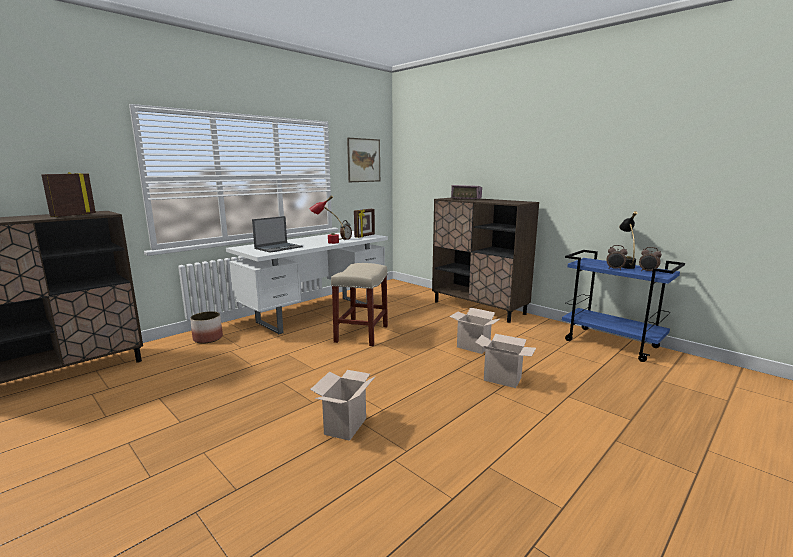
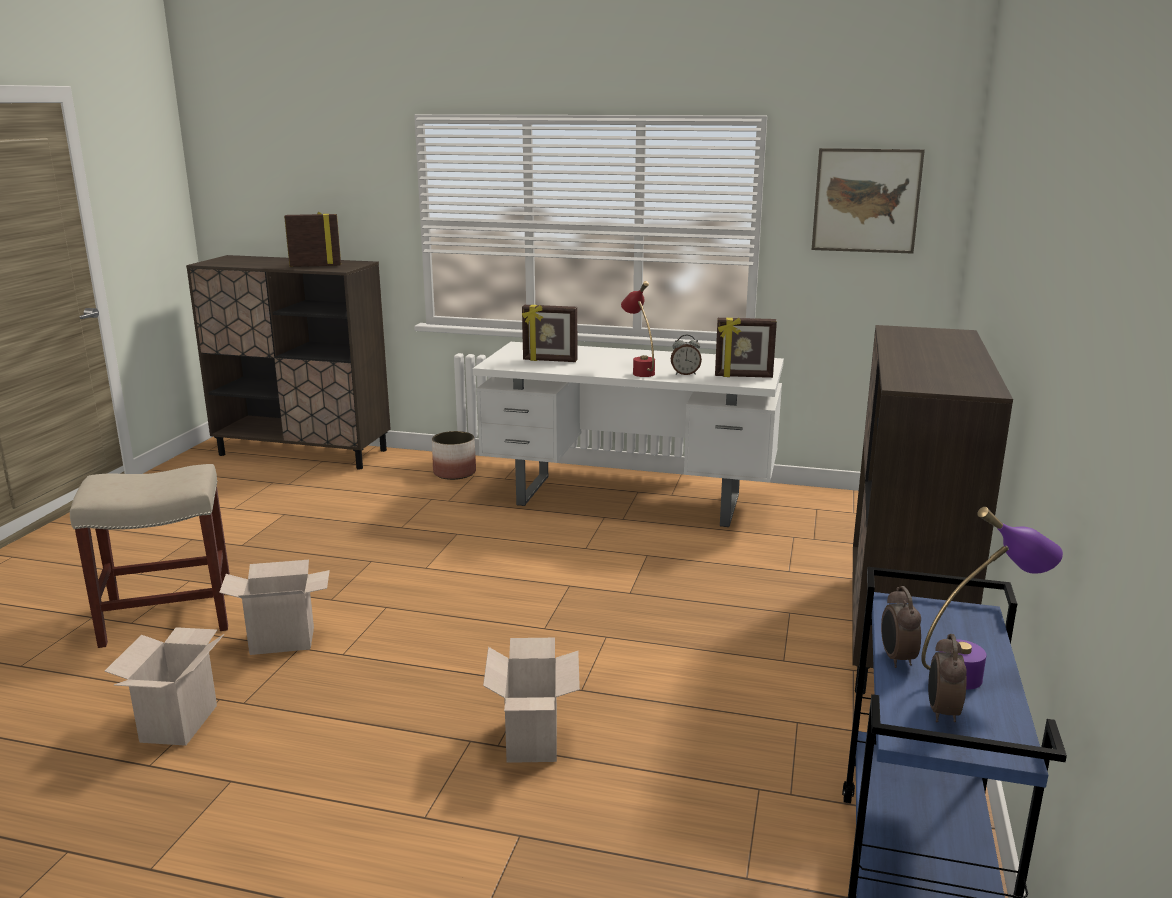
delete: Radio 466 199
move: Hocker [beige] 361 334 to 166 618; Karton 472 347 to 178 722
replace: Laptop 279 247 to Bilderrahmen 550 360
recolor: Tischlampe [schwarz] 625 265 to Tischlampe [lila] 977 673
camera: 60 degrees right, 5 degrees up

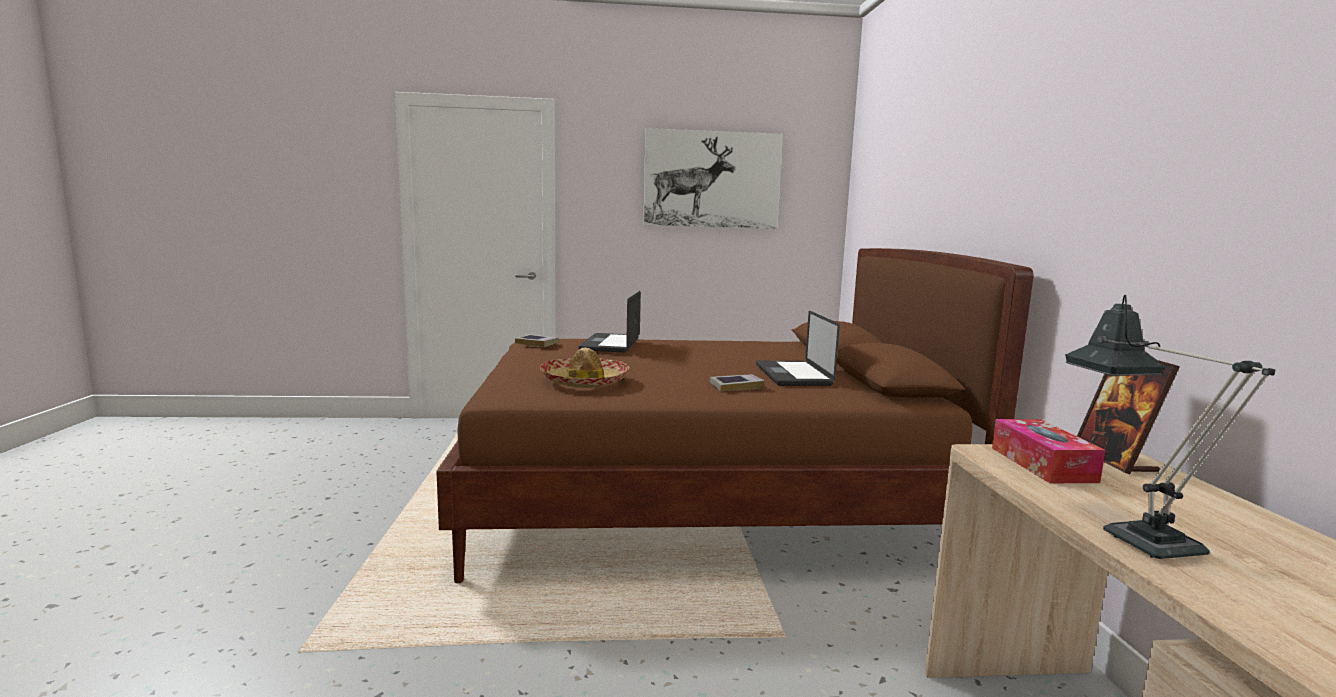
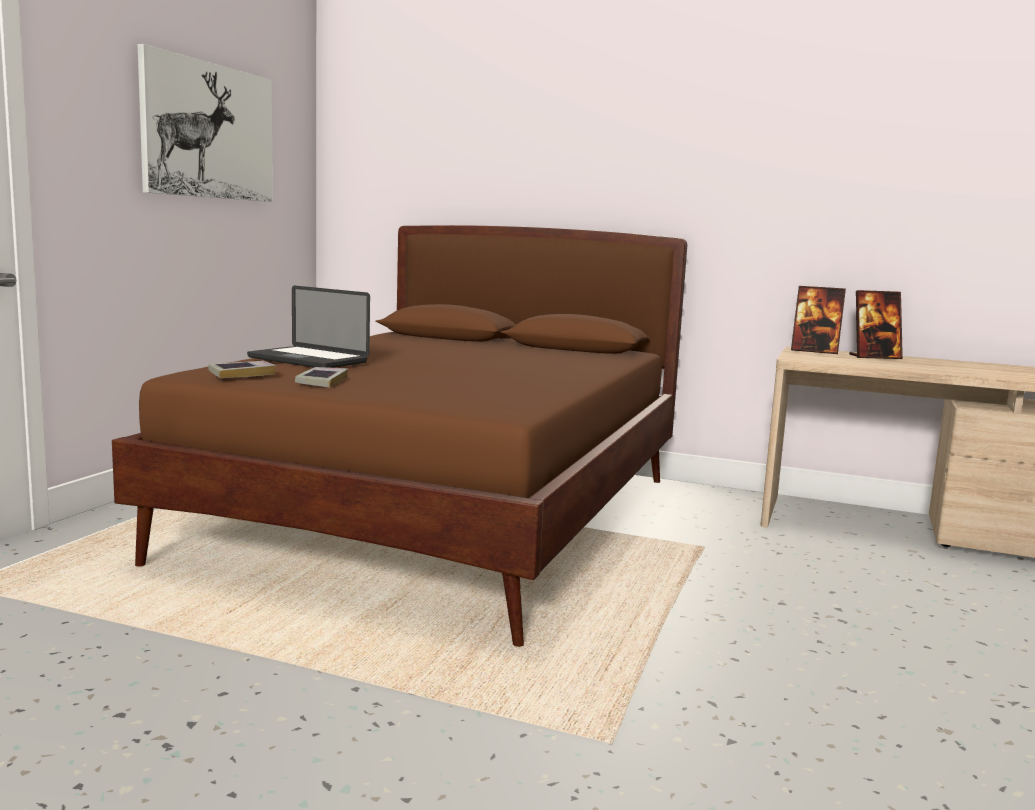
delete: Hut 584 381; Laptop 792 375; Taschentuchbox 1042 464; Tischlampe 1136 535
insert: Bilderrahmen 874 357
move: Buch 736 386 to 322 382
camera: 65 degrees left, 0 degrees up

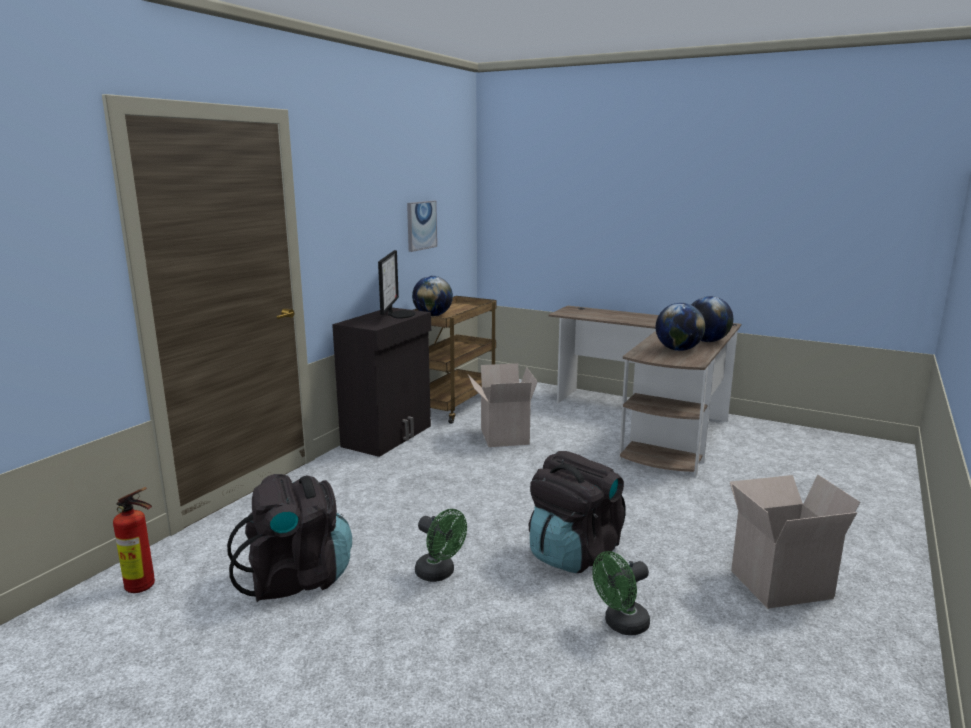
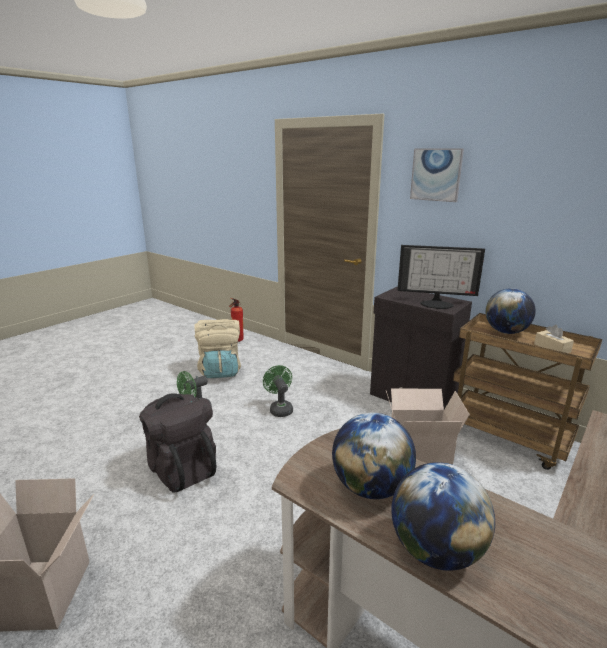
insert: Taschentuchbox [beige] 552 348
move: Ventilator [grün] 621 625 to 280 409; Bild 421 225 to 436 174
recolor: Rucksack [schwarz] 297 578 to Rucksack [beige] 220 371
camera: 100 degrees right, 5 degrees up

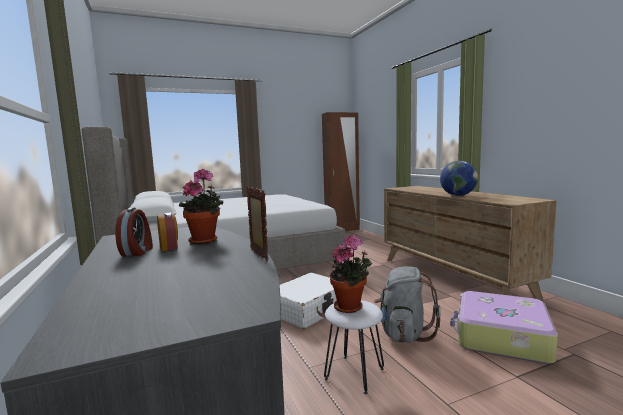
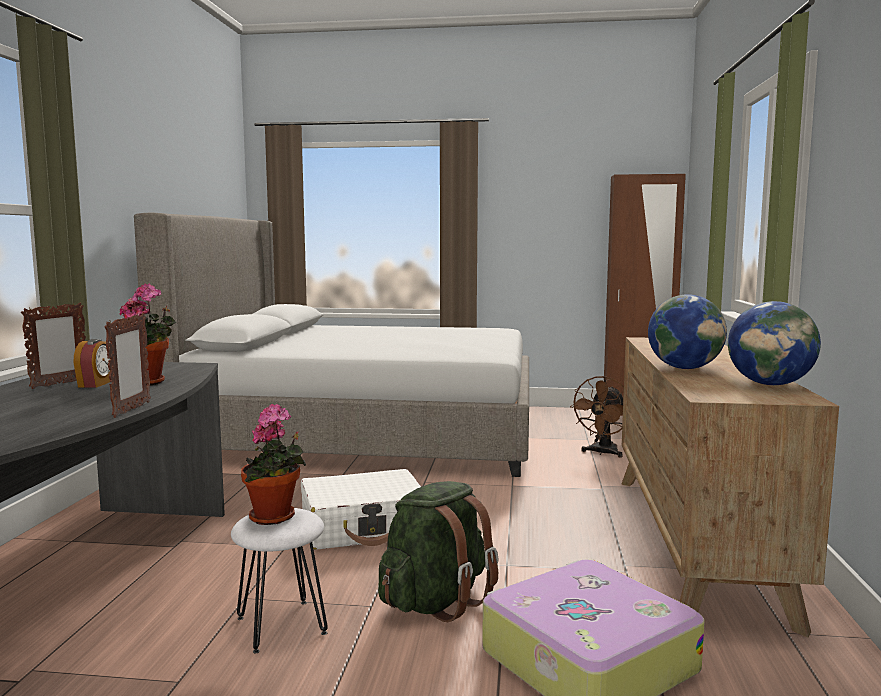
insert: Ventilator [braun] 602 453; Globus 770 384
replace: Wecker 137 252 to Bilderrahmen 59 384
recolor: Rucksack [grau] 404 334 to Rucksack [grün] 436 601
camera: 30 degrees right, 0 degrees up

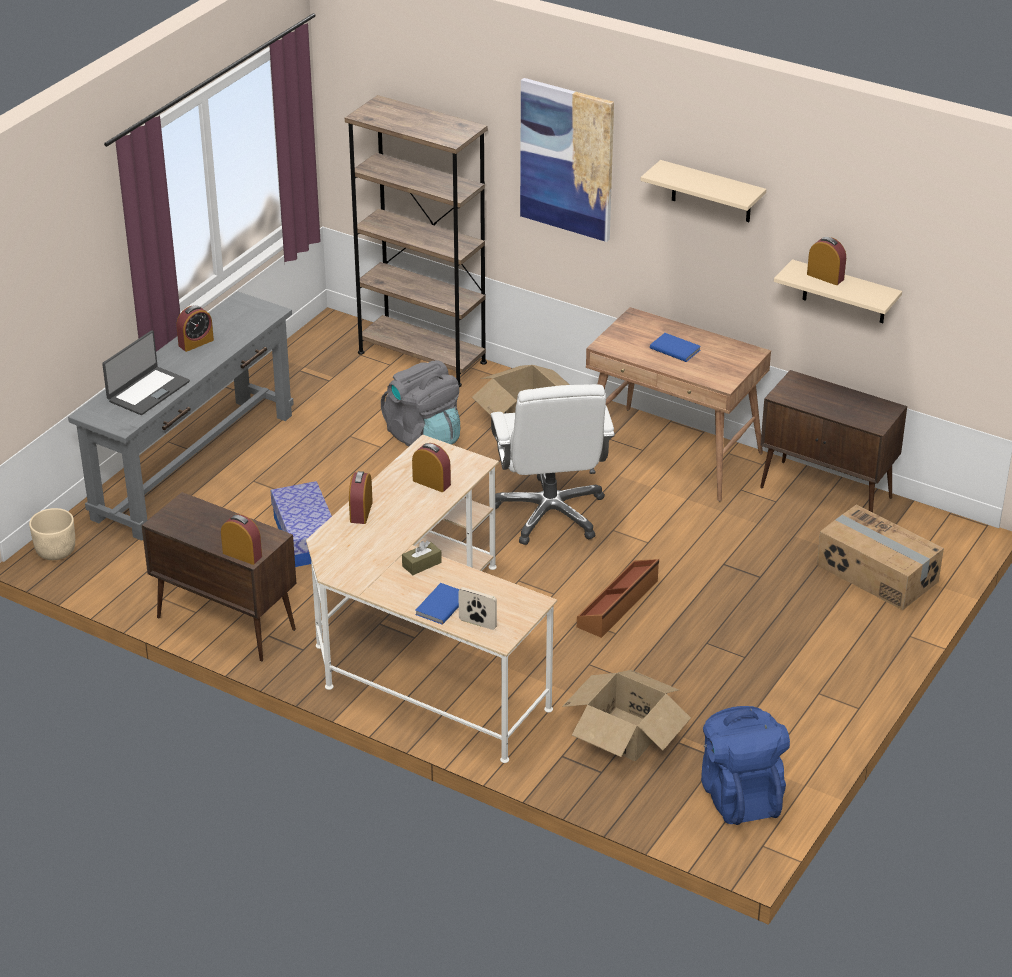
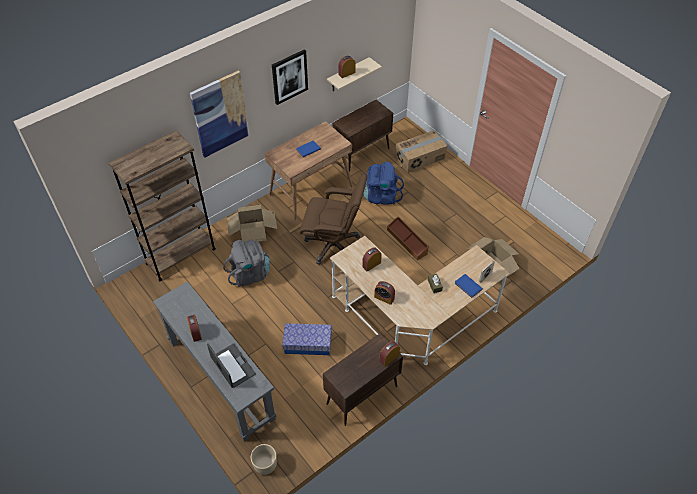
move: Rucksack [blau] 740 795 to 381 196
replace: Wandregal [beige] 711 192 to Bild 289 76
recolor: Bürostuhl [weiß] 550 513 to Bürostuhl [braun] 333 245
camera: 70 degrees left, 15 degrees up

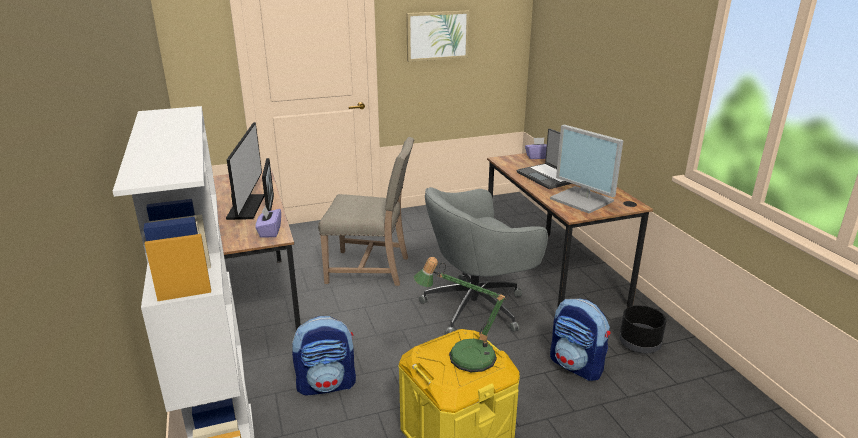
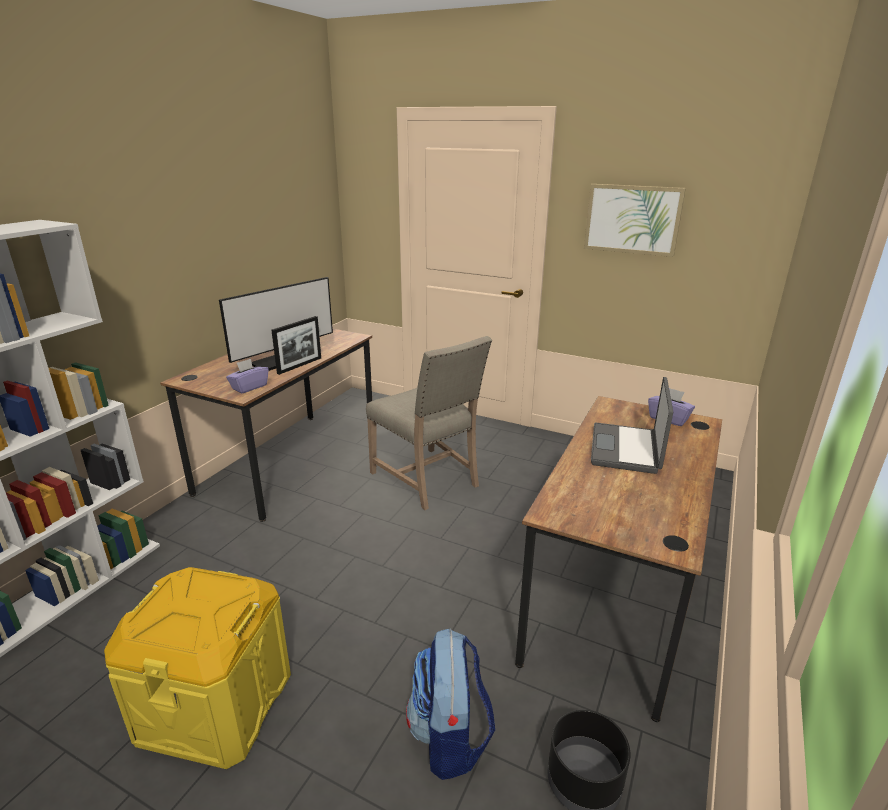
delete: Rucksack 327 384; Tischlampe 464 355; Bürostuhl [grau] 477 307; Monitor 583 200
camera: 45 degrees right, 0 degrees up

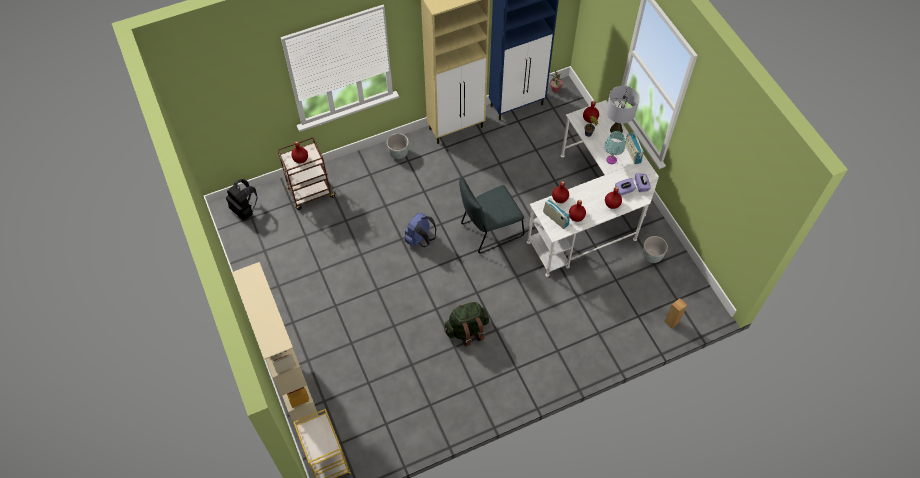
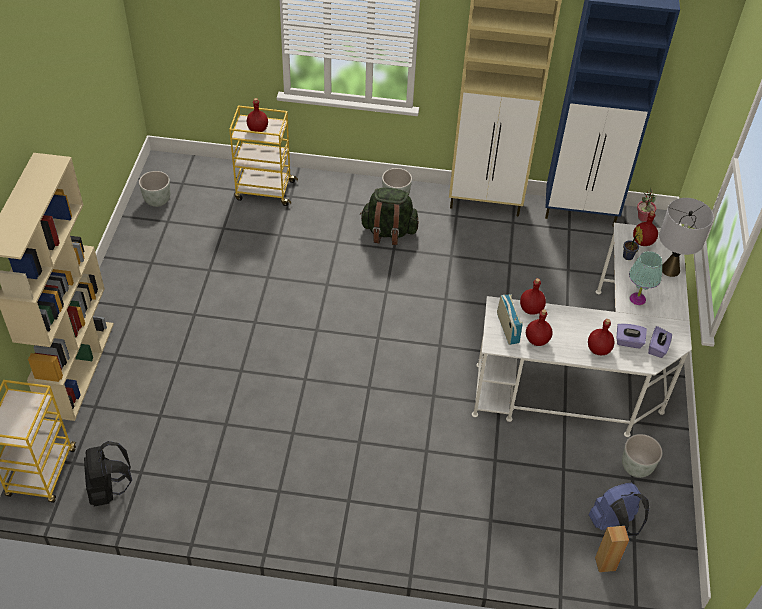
delete: Stuhl [grau] 489 231; Radio 632 153
insert: Pflanzkübel [grau] 158 200
move: Rucksack [schwarz] 245 210 to 108 489; Rucksack [grün] 467 330 to 388 232; Rucksack [blau] 420 240 to 613 525
recolor: Rollwagen [braun] 310 193 to Rollwagen [gelb] 264 190
camera: 30 degrees right, 10 degrees down

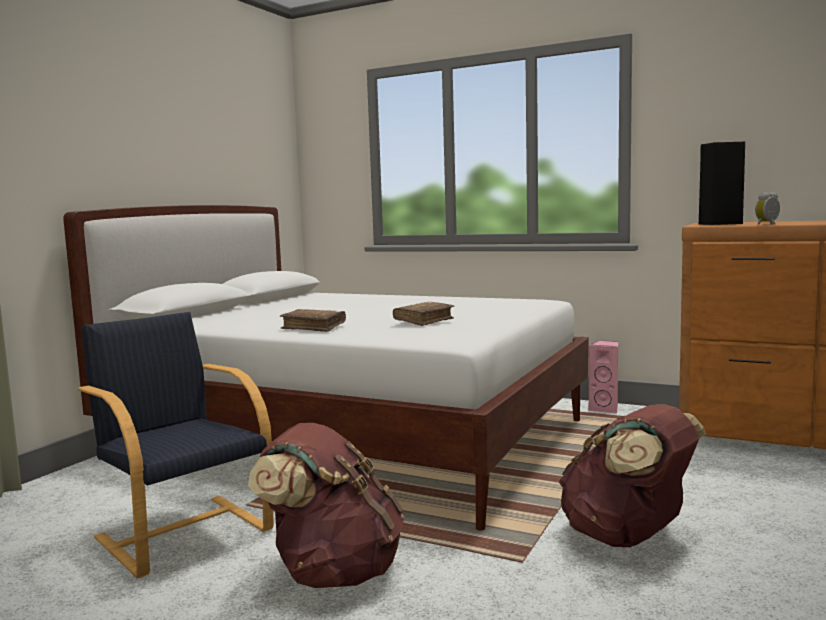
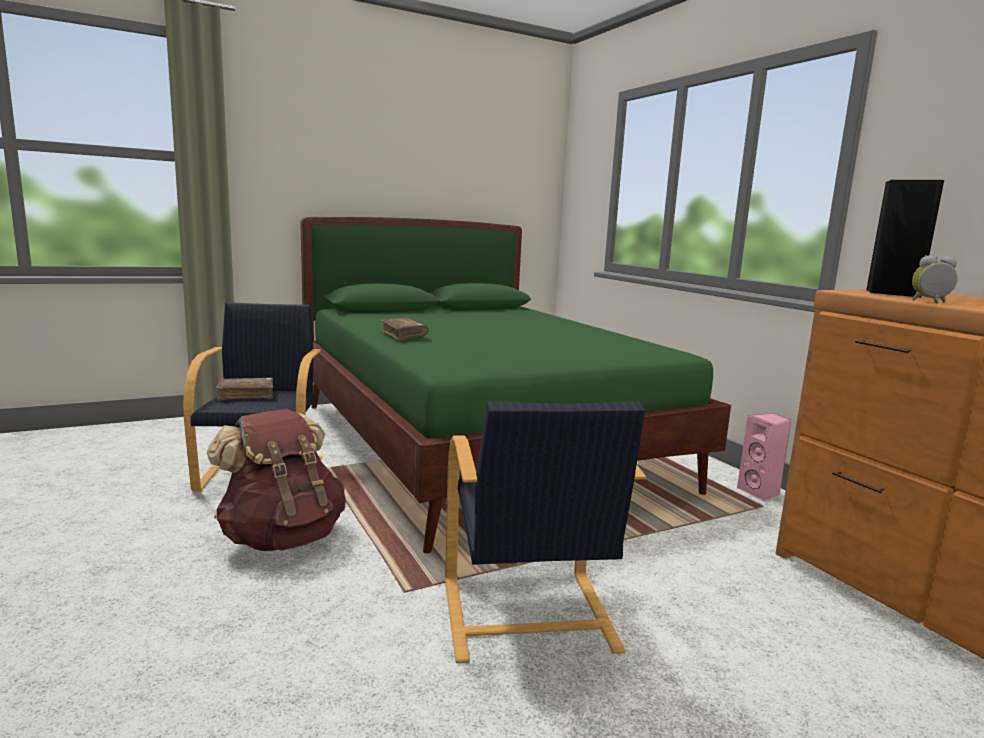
move: Buch [braun] 424 321 to 246 395
replace: Rucksack [braun] 627 537 to Sessel [schwarz] 527 616
recolor: Bett [weiß] 351 438 to Bett [grün] 480 444
camera: 35 degrees right, 5 degrees up

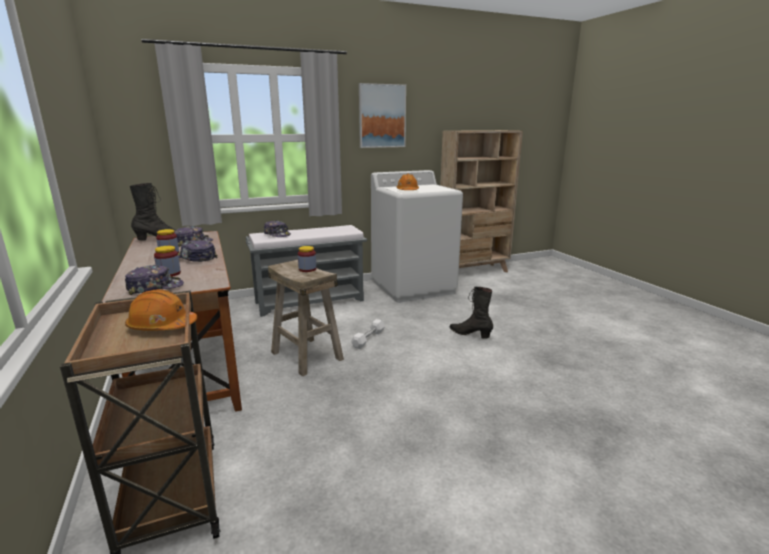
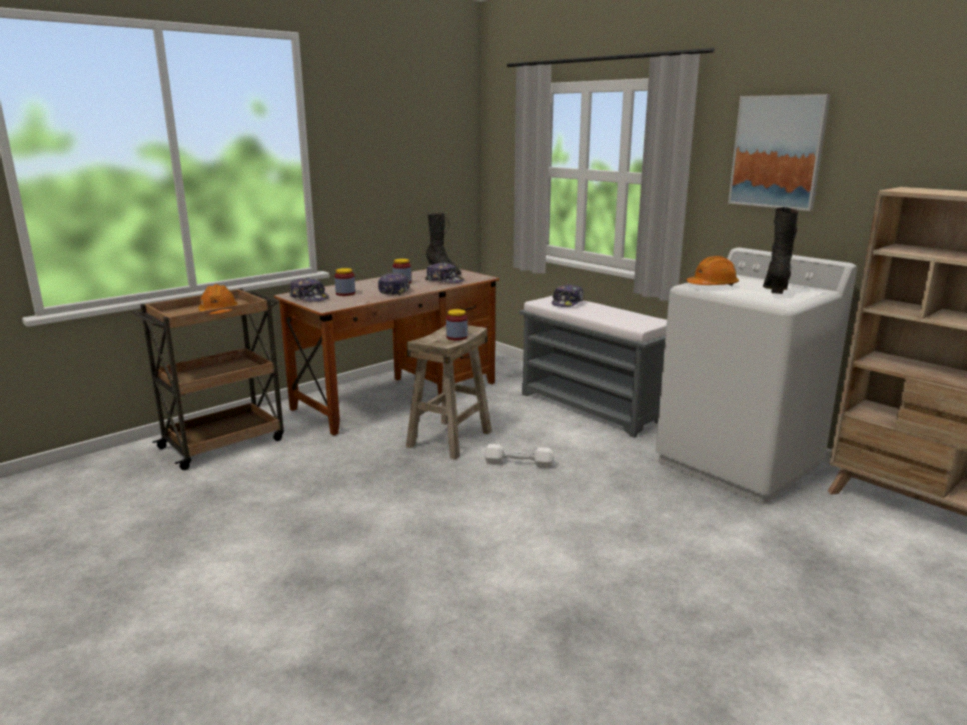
move: Stiefel [schwarz] 470 334 to 775 290
camera: 70 degrees right, 0 degrees up

